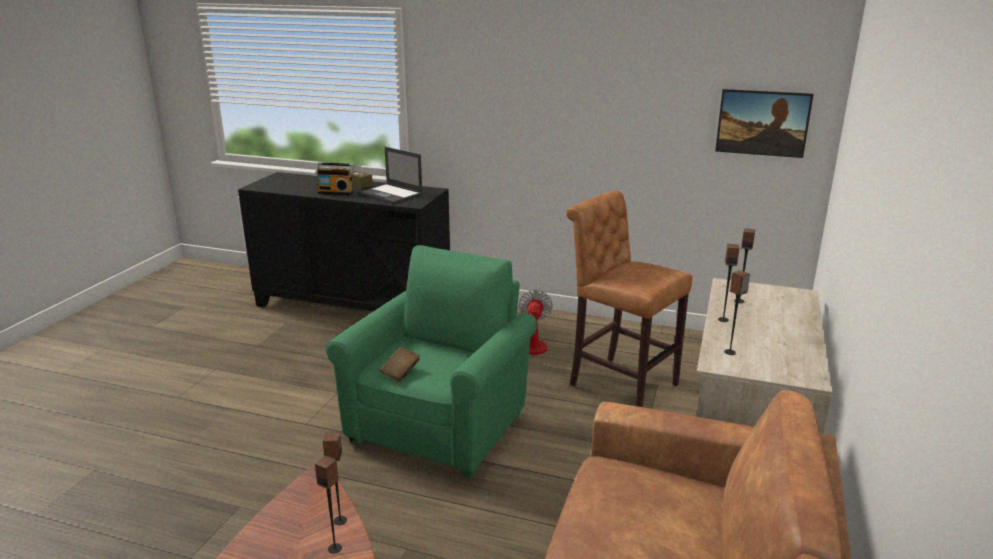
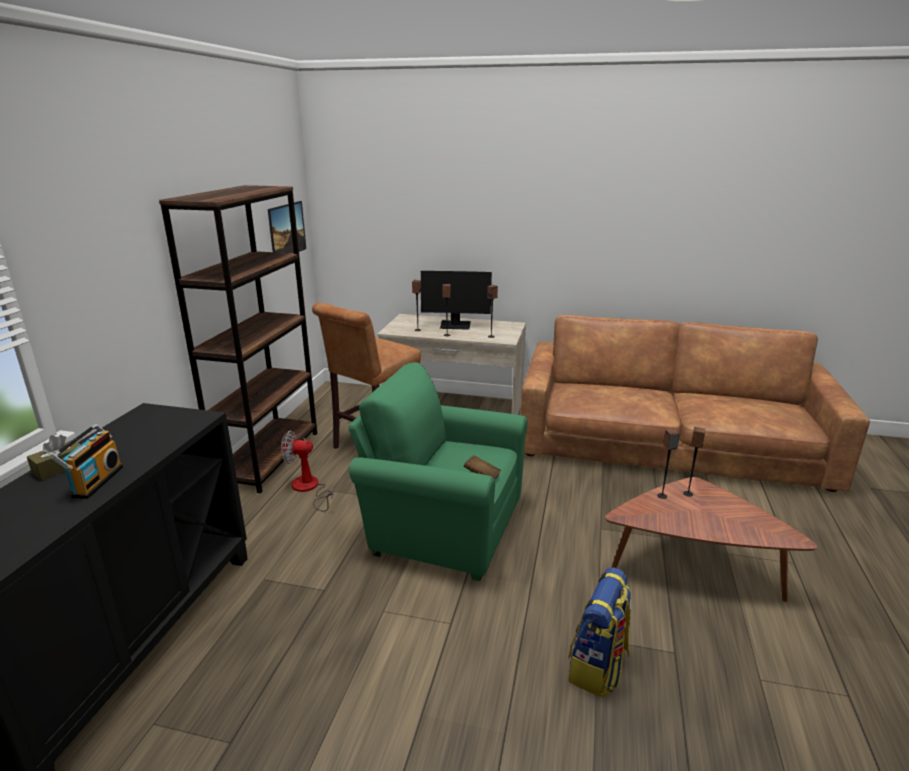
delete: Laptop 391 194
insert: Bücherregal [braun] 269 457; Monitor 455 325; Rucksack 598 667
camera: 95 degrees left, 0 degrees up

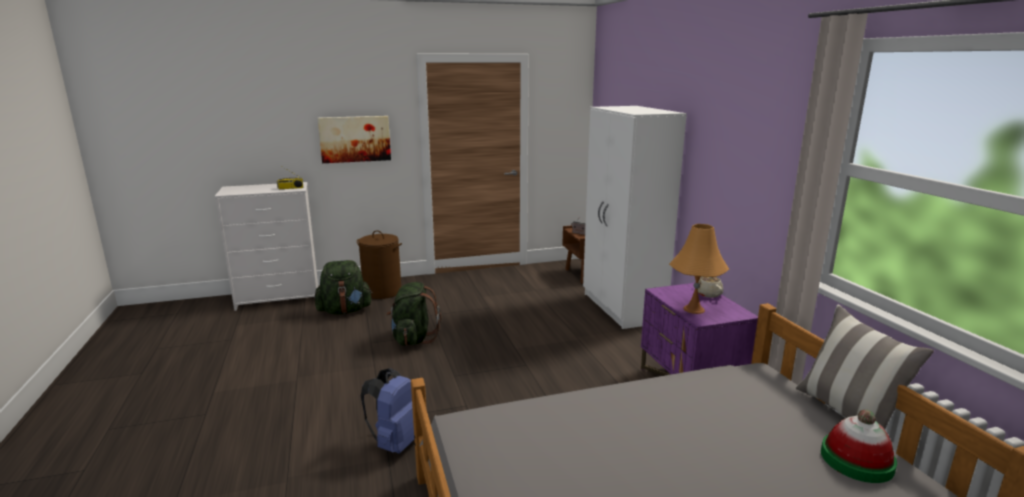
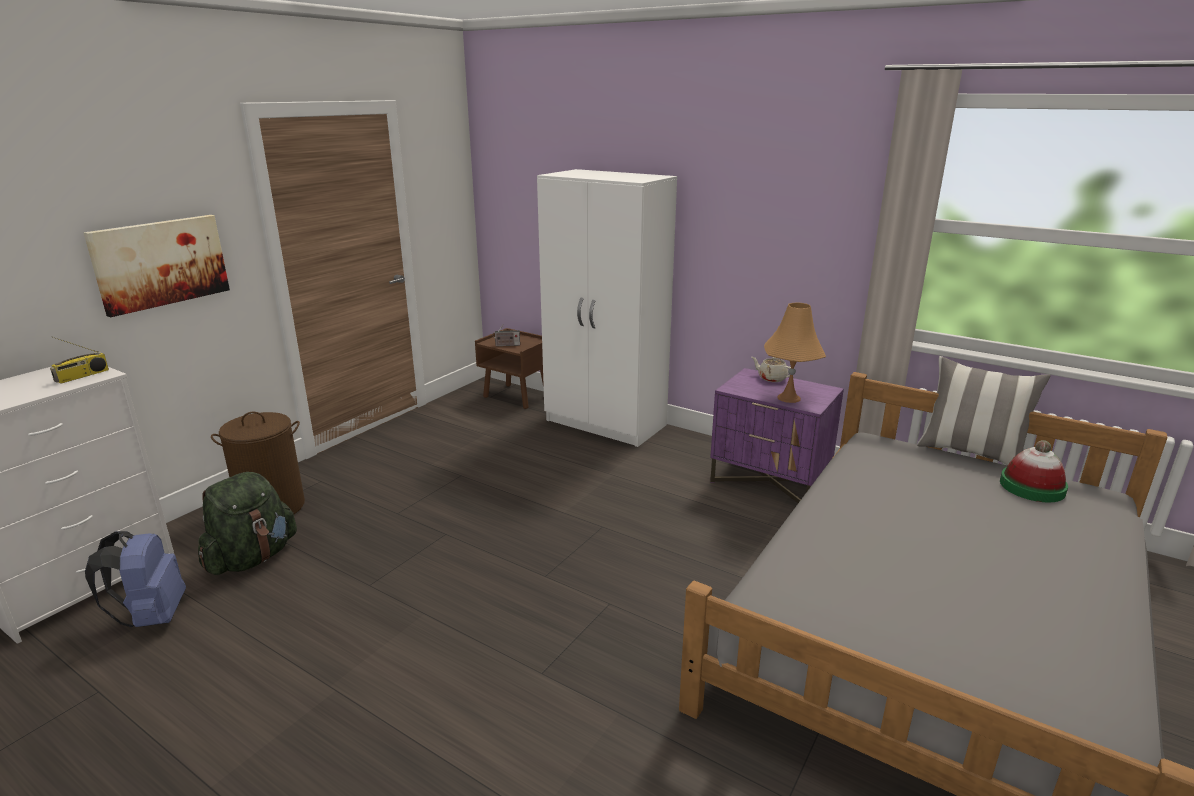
delete: Rucksack [grün] 413 339
move: Rucksack [blau] 396 442 to 152 617
camera: 40 degrees left, 5 degrees up

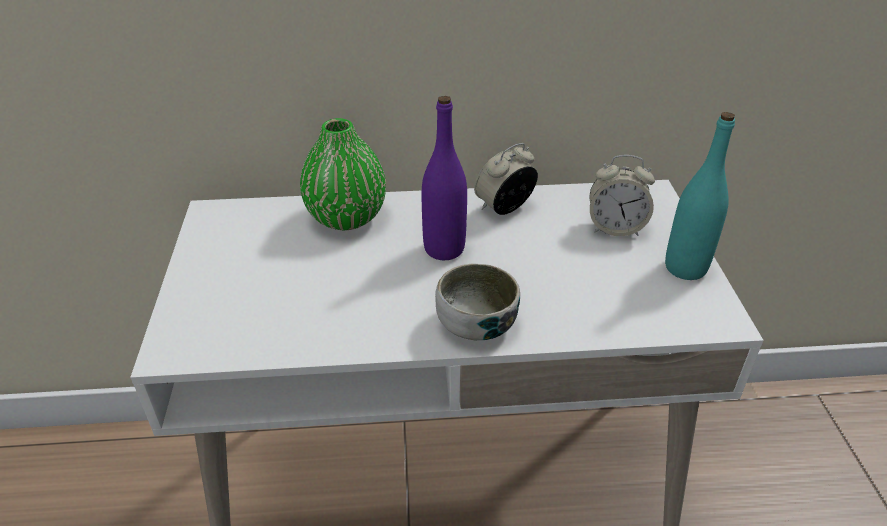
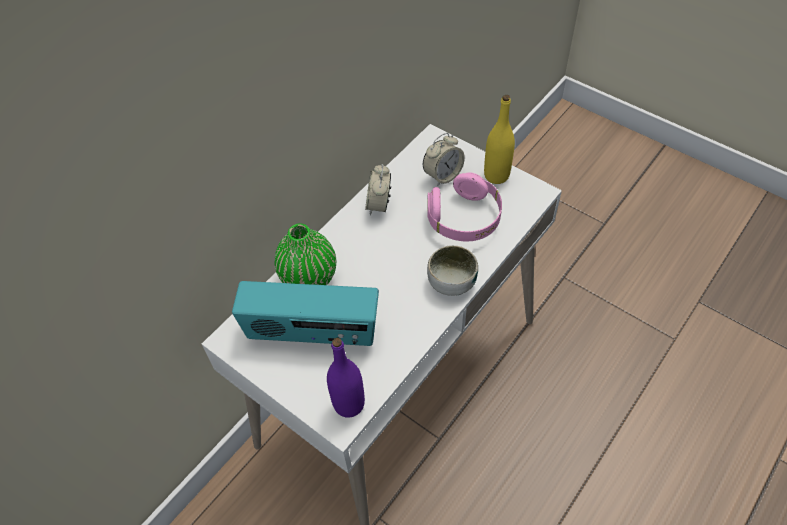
insert: Radio 313 333; Kopfhörer [rosa] 464 219
move: Flasche [lila] 444 249 to 349 404
recolor: Flasche [türkis] 685 268 to Flasche [gelb] 496 175
camera: 45 degrees left, 15 degrees up

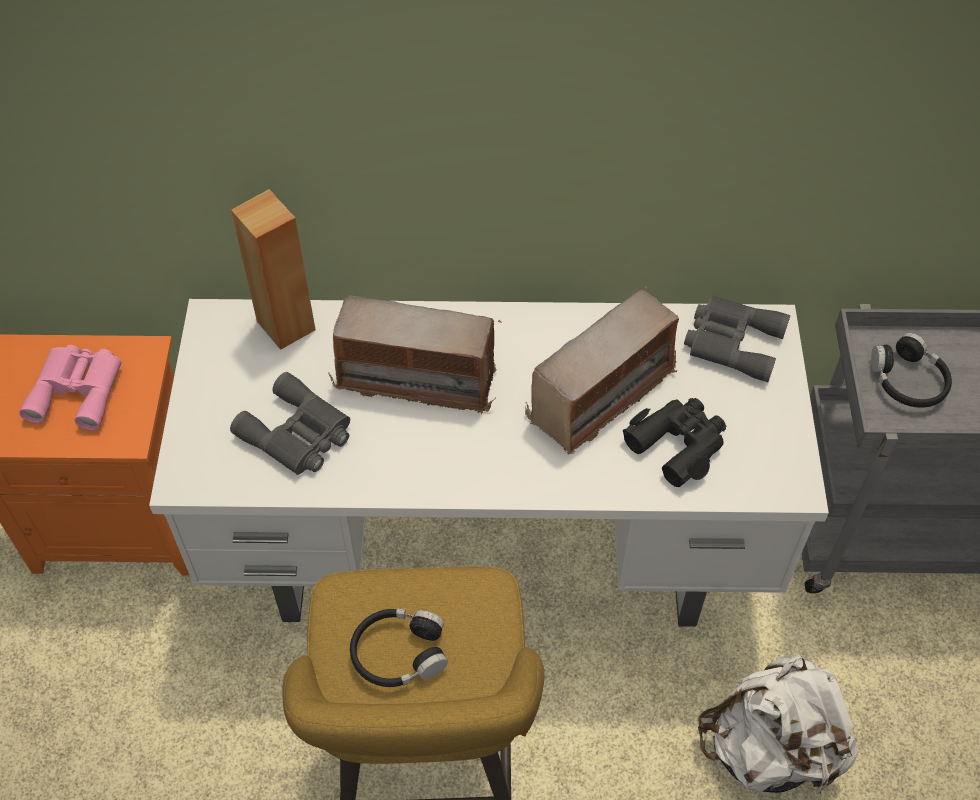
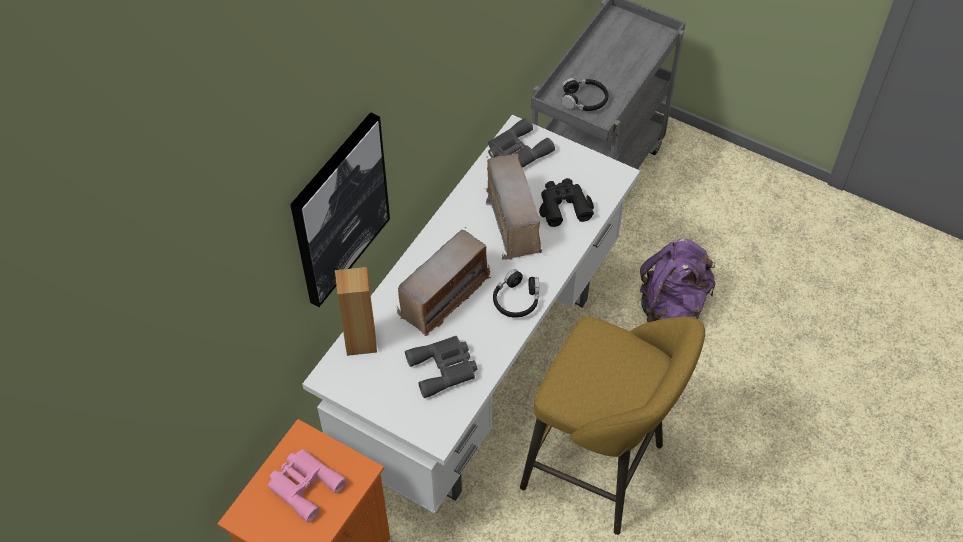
insert: Bild 339 210
move: Kopfhörer [schwarz] 399 653 to 516 299
recolor: Rucksack [weiß] 770 749 to Rucksack [lila] 672 306
camera: 60 degrees left, 0 degrees up

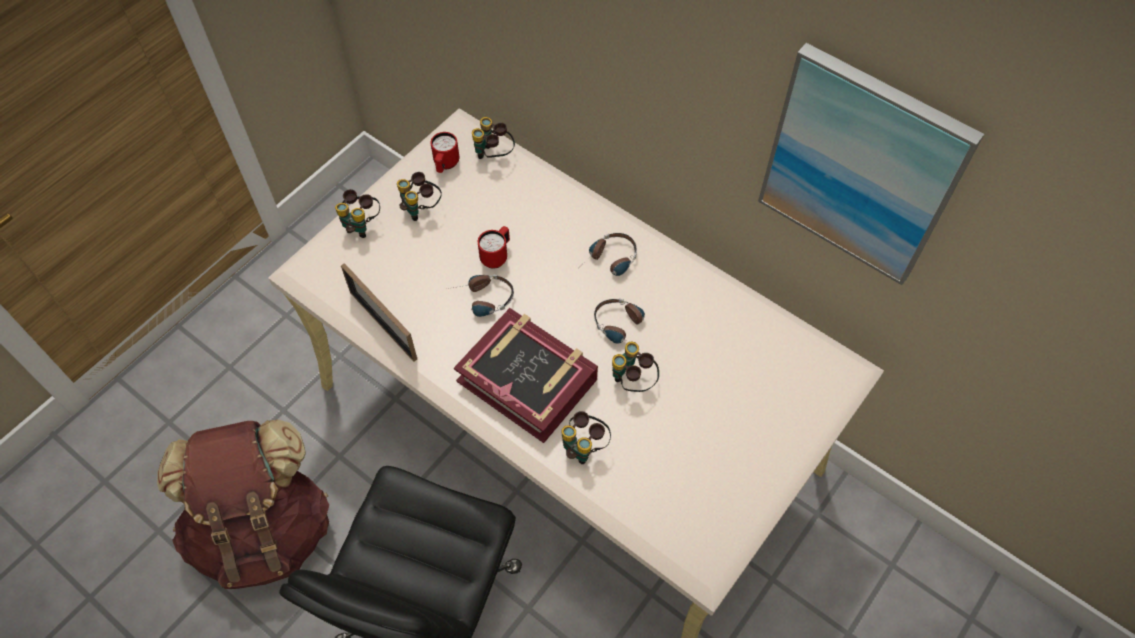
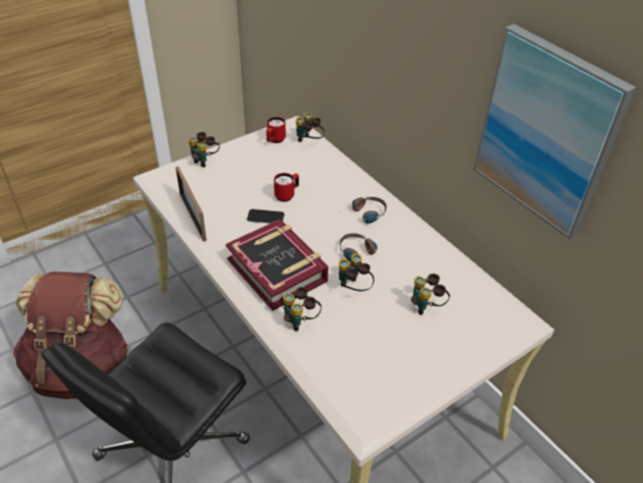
move: Fernglas 422 209 to 427 306
replace: Kopfhörer 481 300 to Handy 265 217
camera: 15 degrees right, 15 degrees down

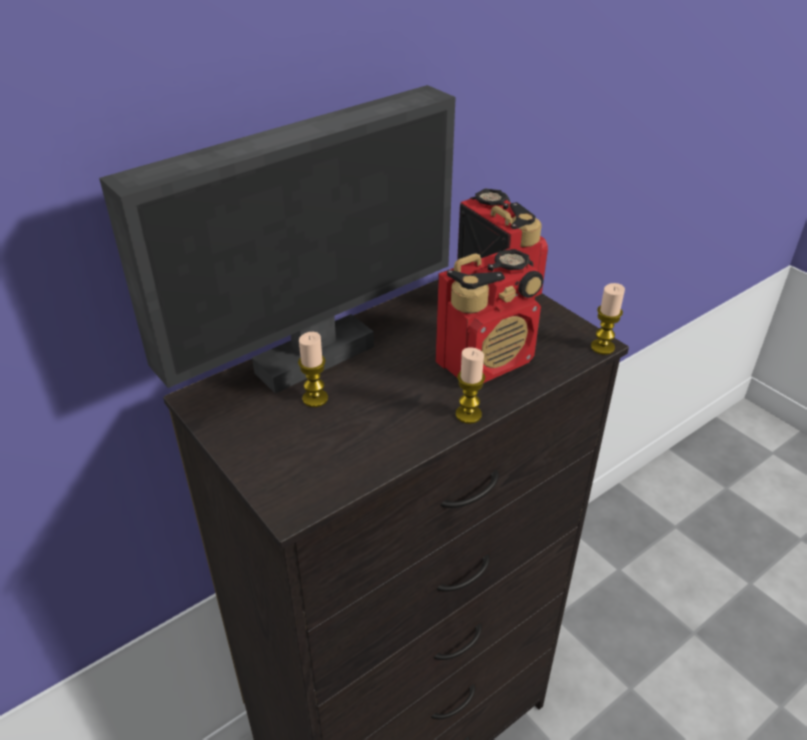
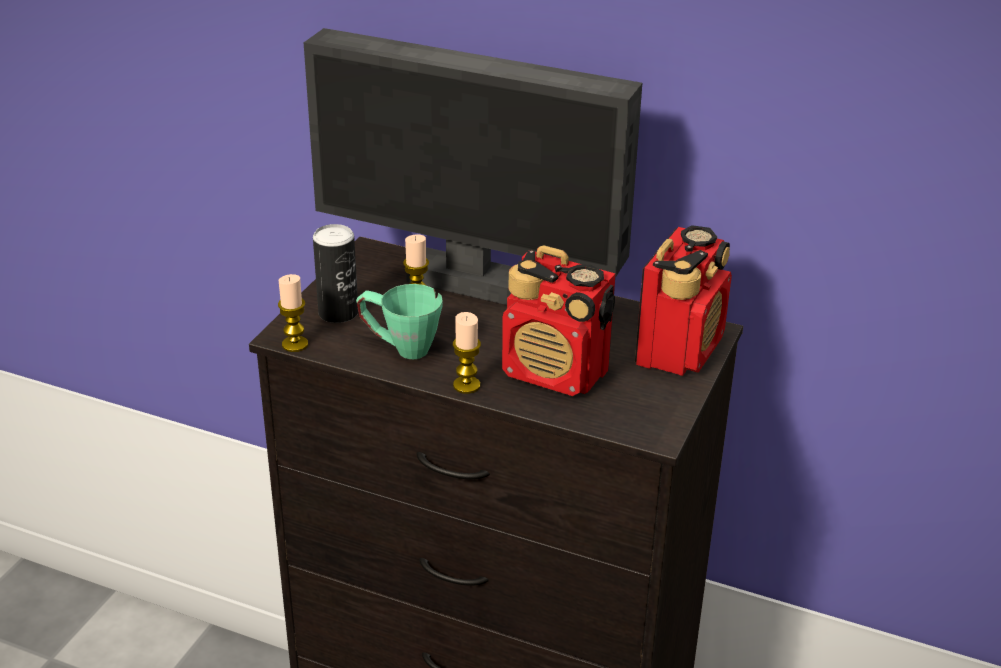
insert: Dose 338 313; Henkelbecher [grün] 399 348
move: Kerze 602 347 to 295 344
camera: 60 degrees right, 5 degrees down

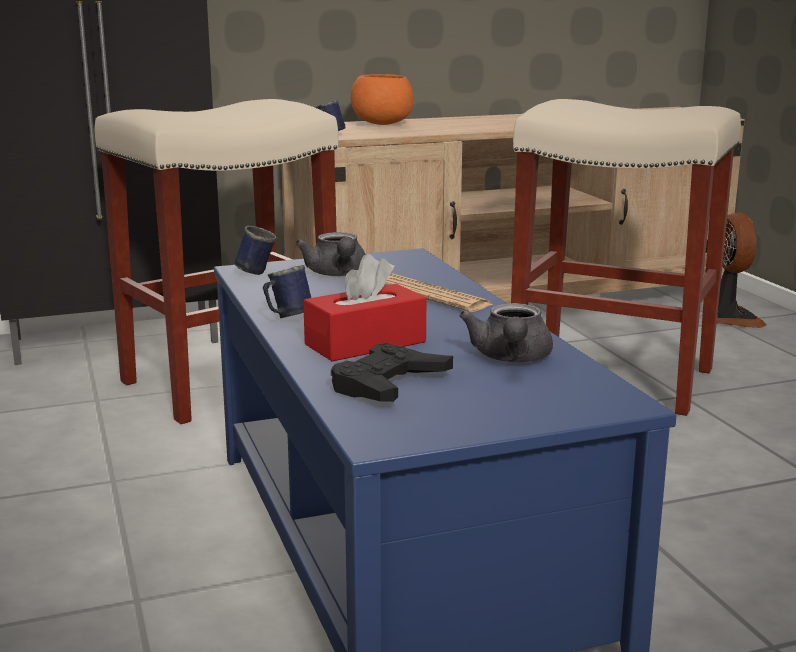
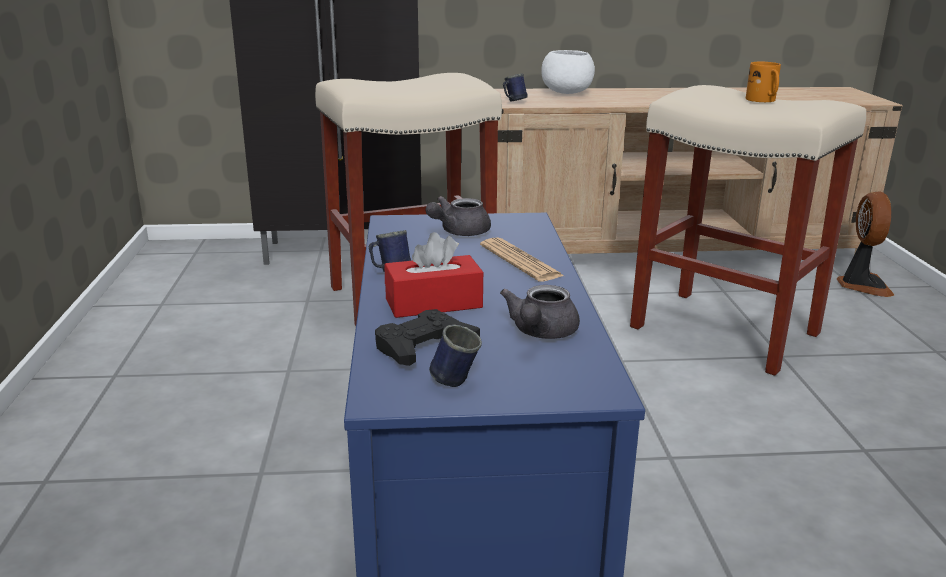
insert: Henkelbecher [orange] 764 100
move: Henkelbecher [blau] 257 271 to 457 378
recolor: Schüssel [orange] 381 124 to Schüssel [weiß] 566 93
rotate: Teekanne [grau] 337 274 = 458 232 45 degrees clockwise
camera: 15 degrees right, 5 degrees up

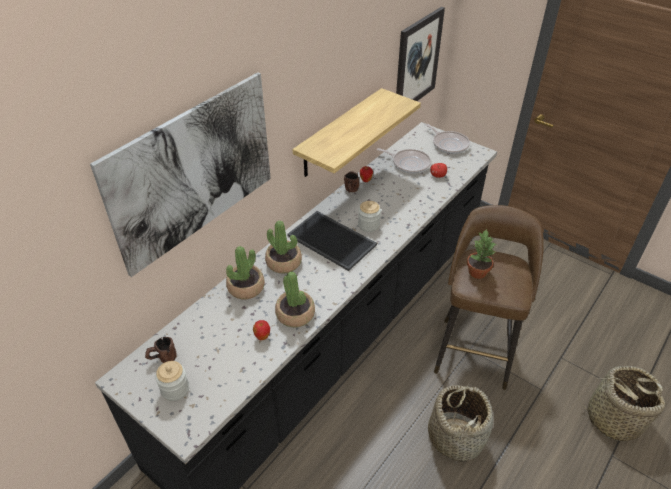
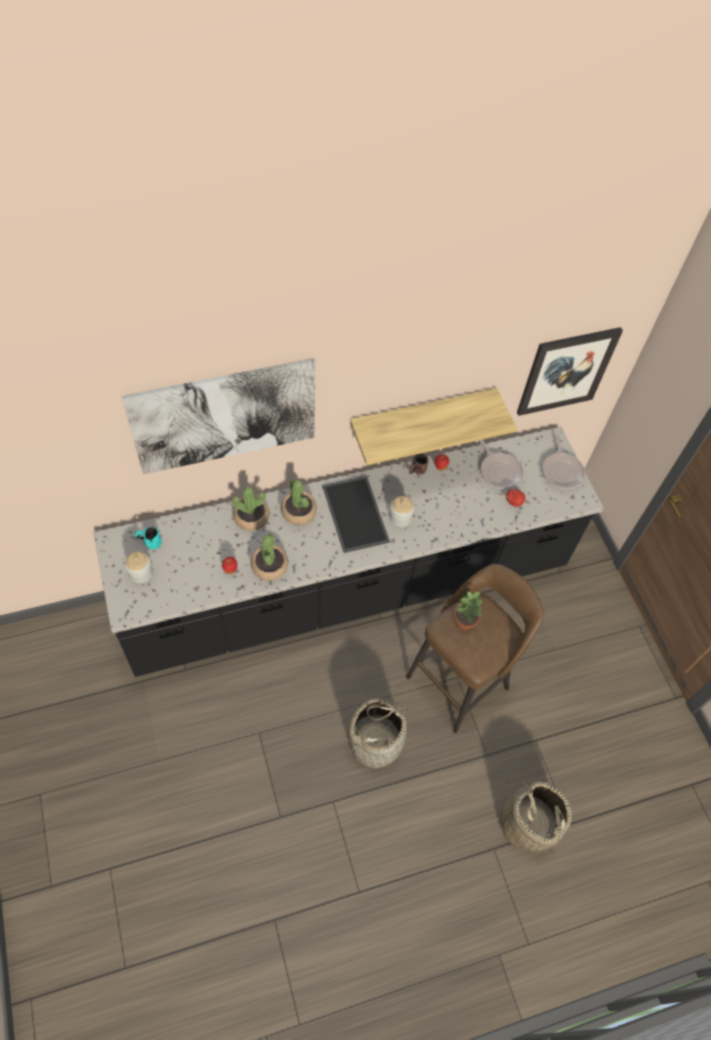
recolor: Henkelbecher [braun] 162 358 to Henkelbecher [türkis] 148 542
camera: 30 degrees right, 15 degrees up

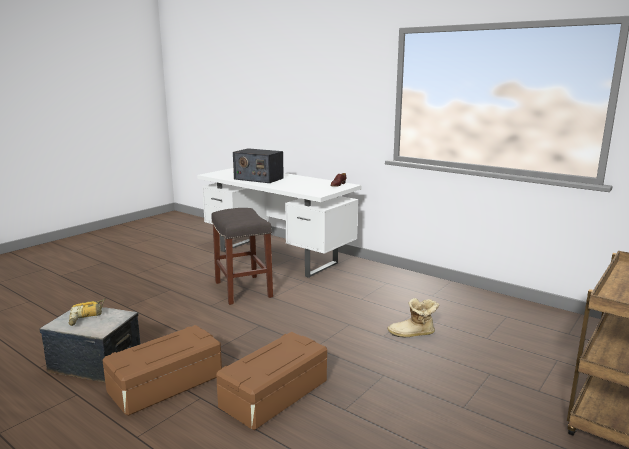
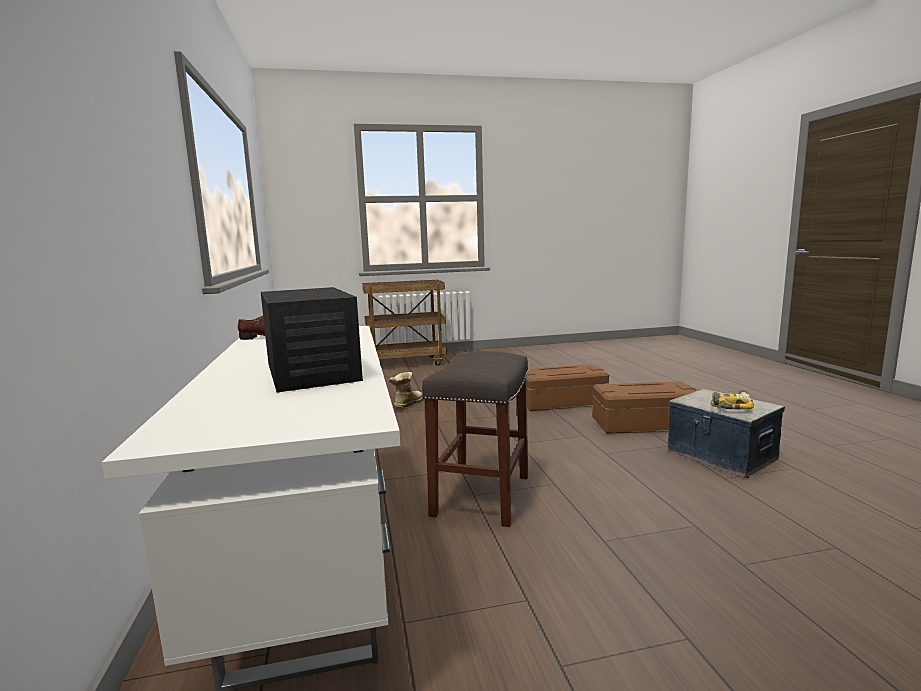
rotate: Stiefel 413 334 = 406 404 105 degrees counterclockwise
camera: 140 degrees left, 5 degrees down

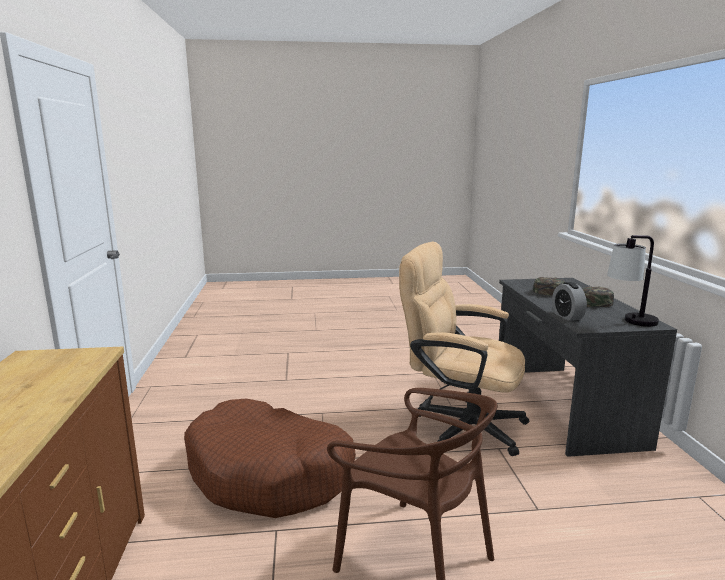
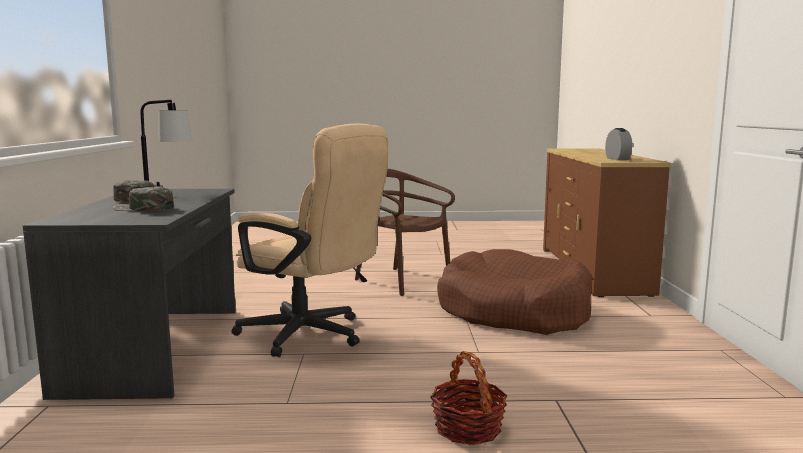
insert: Korb 468 428
move: Wecker 567 316 to 617 159
camera: 175 degrees left, 5 degrees down

